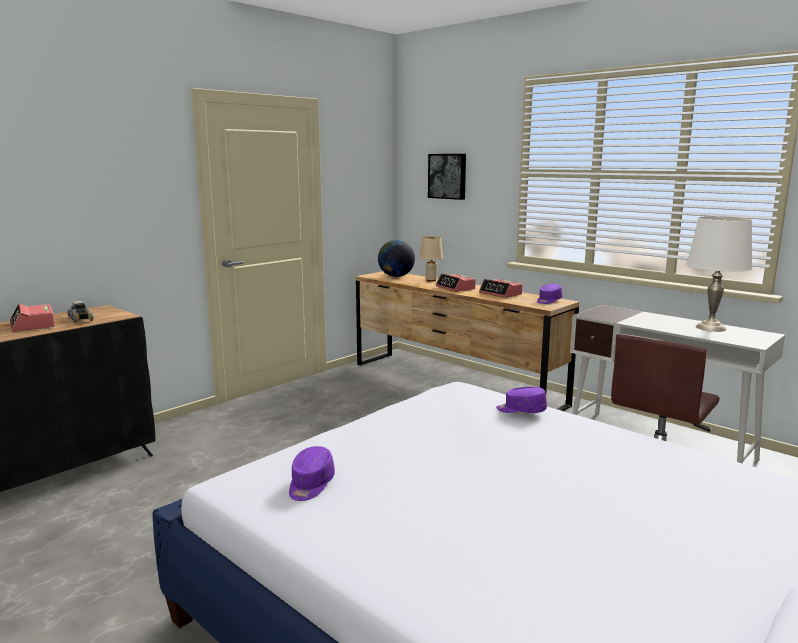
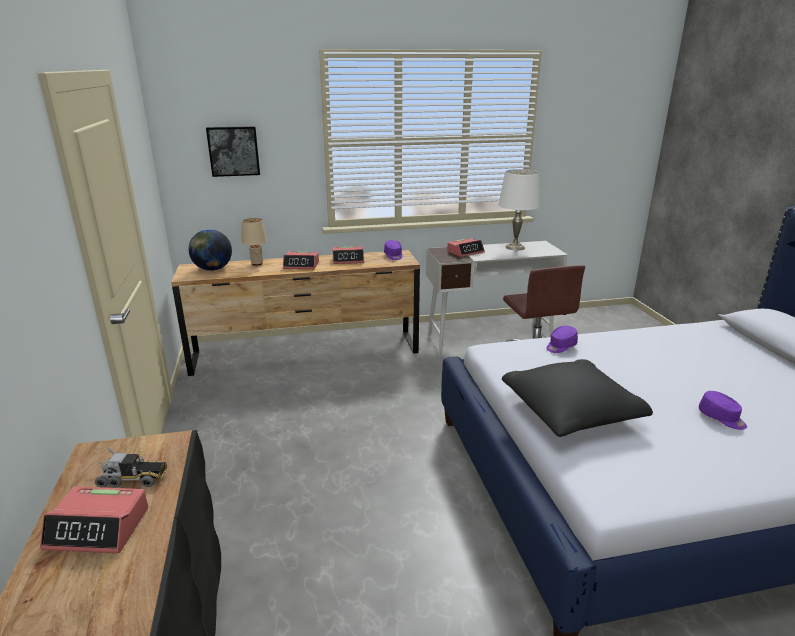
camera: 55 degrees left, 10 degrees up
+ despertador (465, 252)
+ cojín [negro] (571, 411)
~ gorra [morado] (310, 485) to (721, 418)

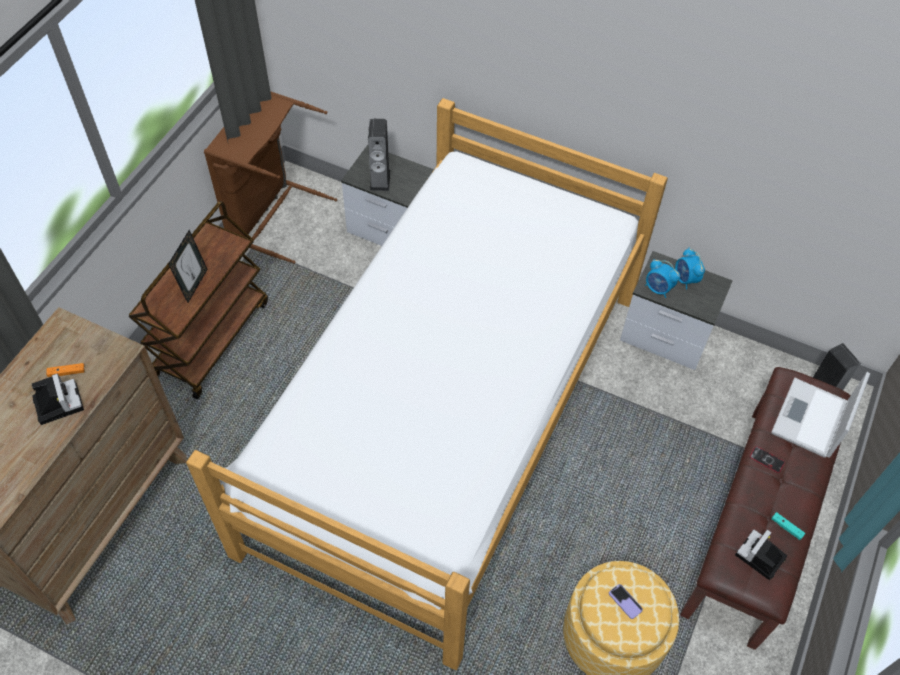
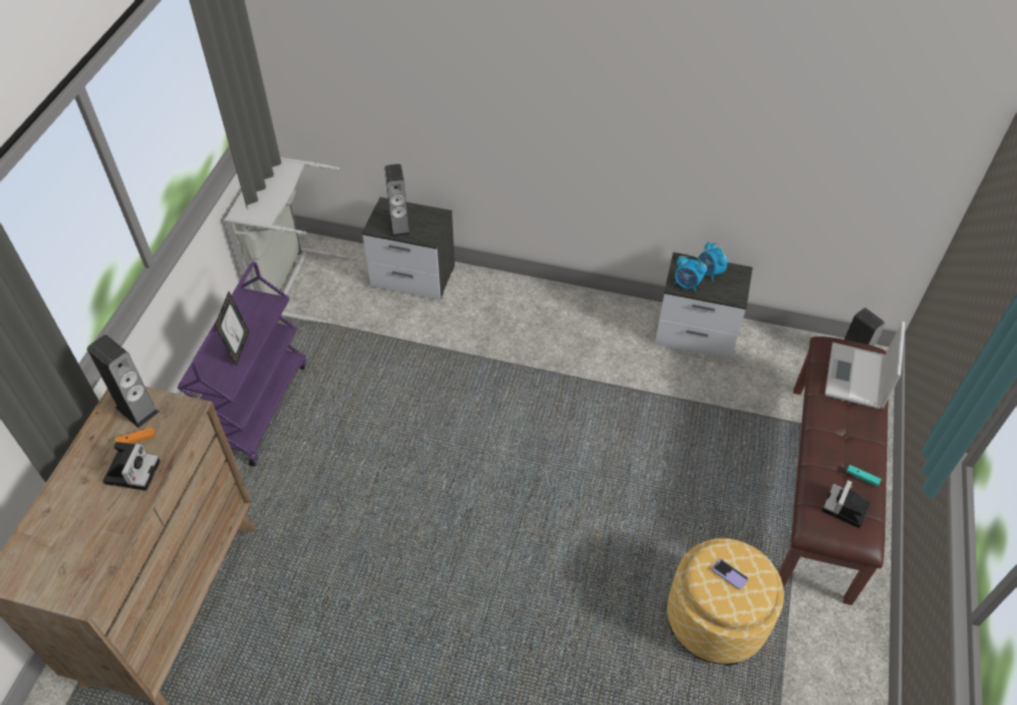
camera: 10 degrees left, 5 degrees down
- cama (449, 417)
- móvil (766, 460)
+ altavoz (137, 409)
~ carrito [marrón] (211, 338) to carrito [morado] (256, 406)
~ cesto de la ropa [marrón] (272, 216) to cesto de la ropa [gris] (293, 282)
~ cámara (57, 402) = (132, 470) 45 degrees clockwise

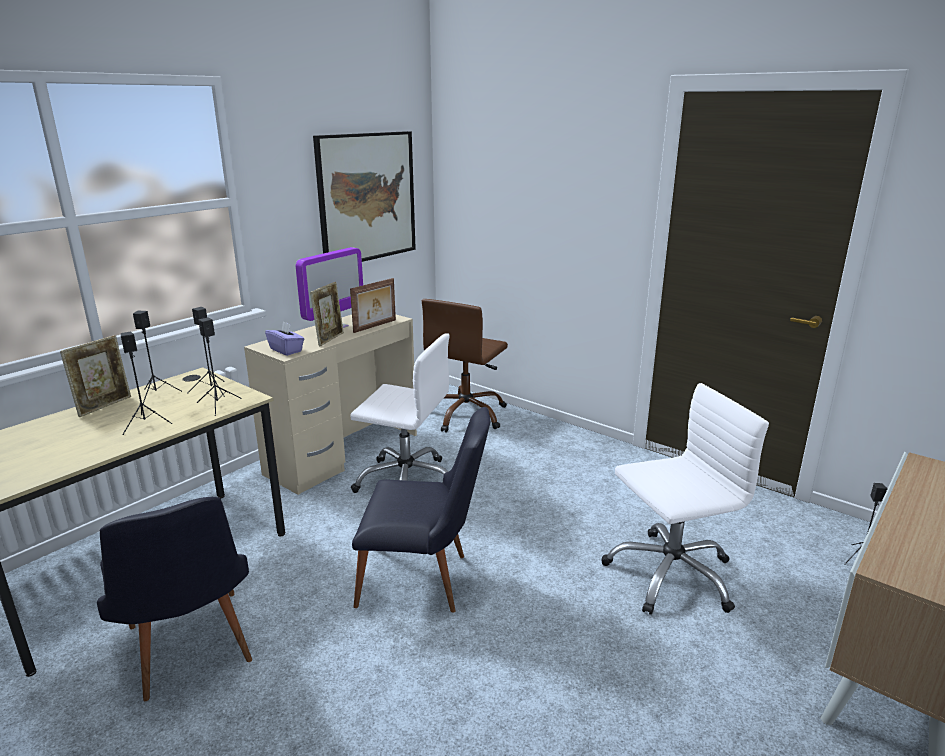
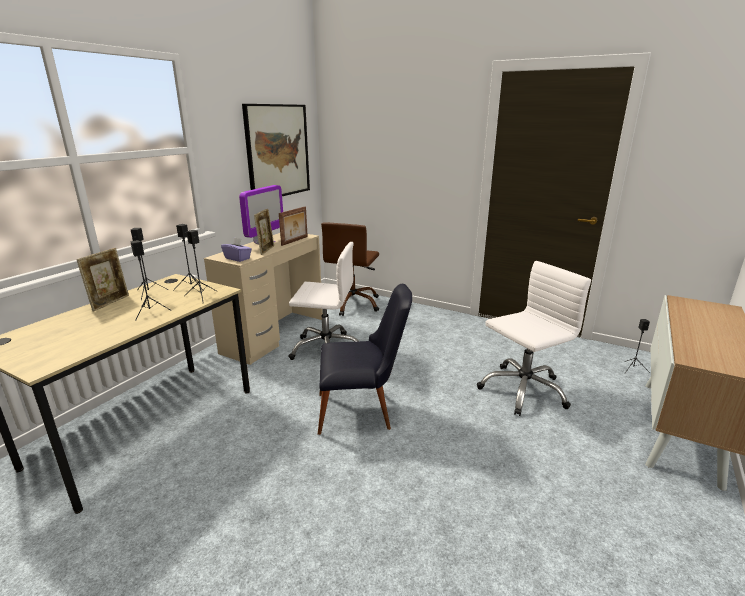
camera: 10 degrees left, 0 degrees up
- silla [negro] (191, 653)

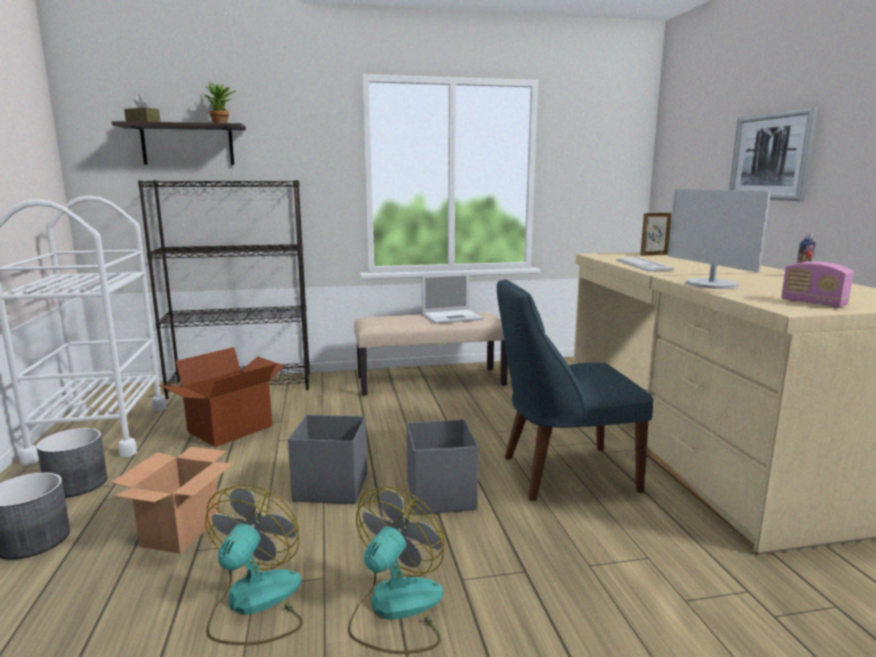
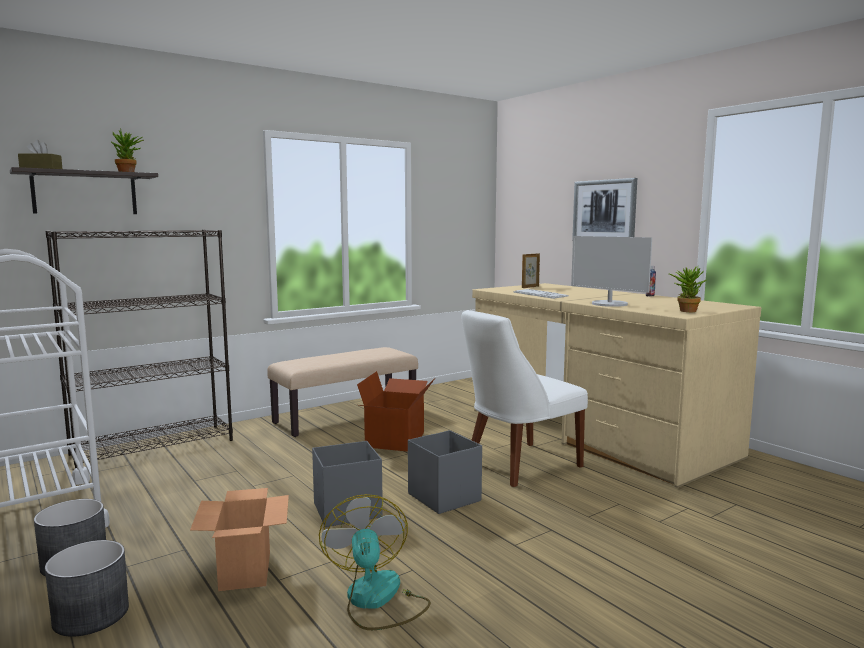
camera: 25 degrees left, 5 degrees down
- ventilador (395, 610)
- portátil (453, 317)
~ caja de cartón (231, 429) to (396, 440)
~ radio (813, 303) to planta en maceta (685, 310)
~ silla [azul] (562, 473) to silla [blanco] (518, 465)

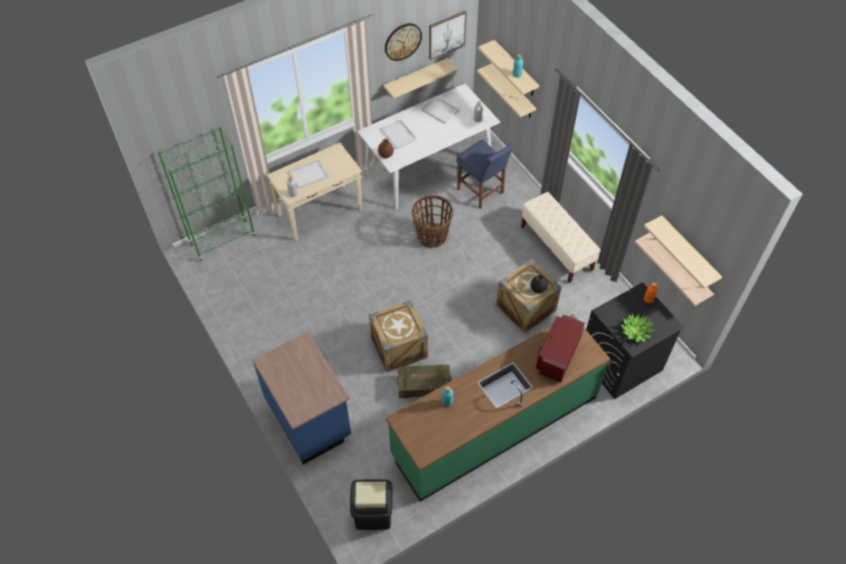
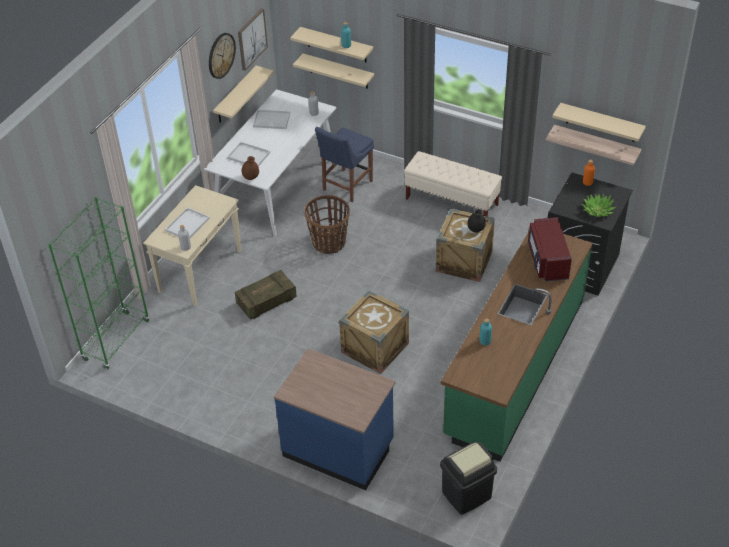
camera: 30 degrees left, 10 degrees down
~ caja de embalaje (424, 385) to (266, 301)
~ silla [azul] (481, 192) = (346, 186) 105 degrees clockwise

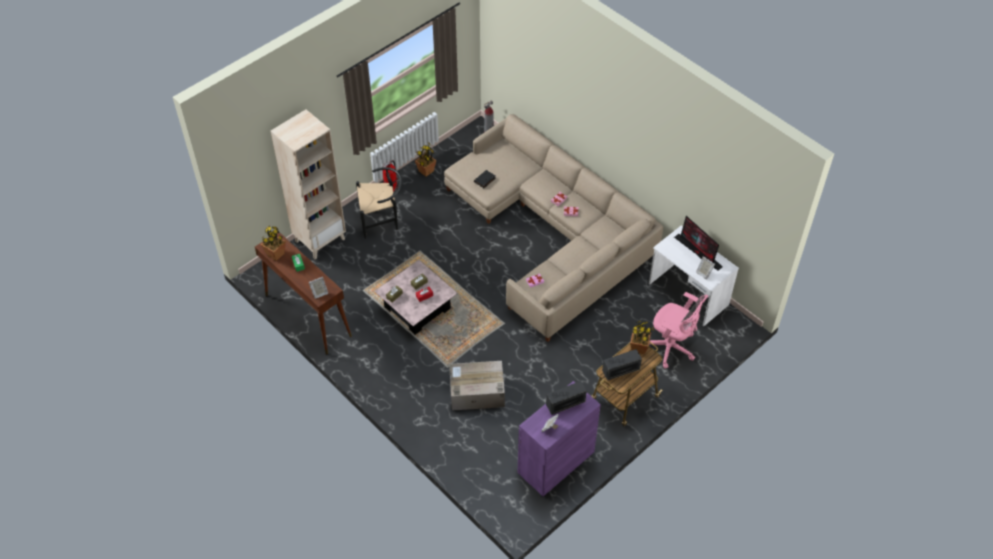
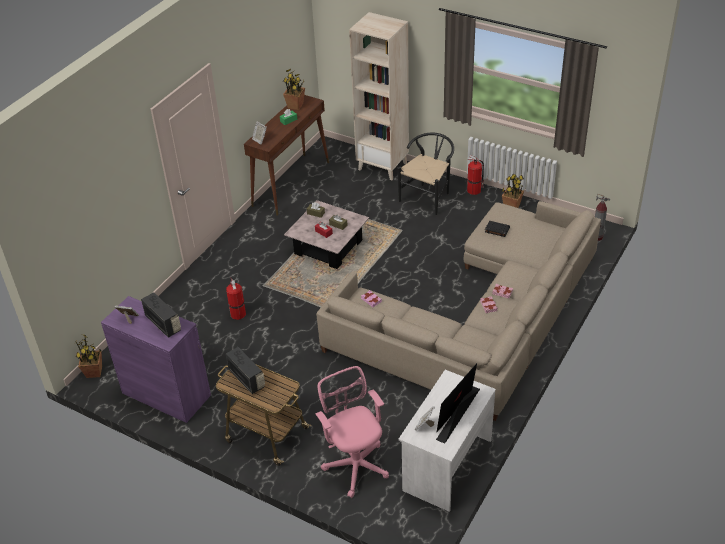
camera: 75 degrees right, 10 degrees down
~ planta en maceta (639, 348) to (94, 372)
~ caja de cartón (476, 392) to extintor (238, 313)
~ silla [negro] (382, 220) = (428, 196) 120 degrees counterclockwise
~ silla de oficina [rosa] (671, 348) = (355, 463) 135 degrees clockwise

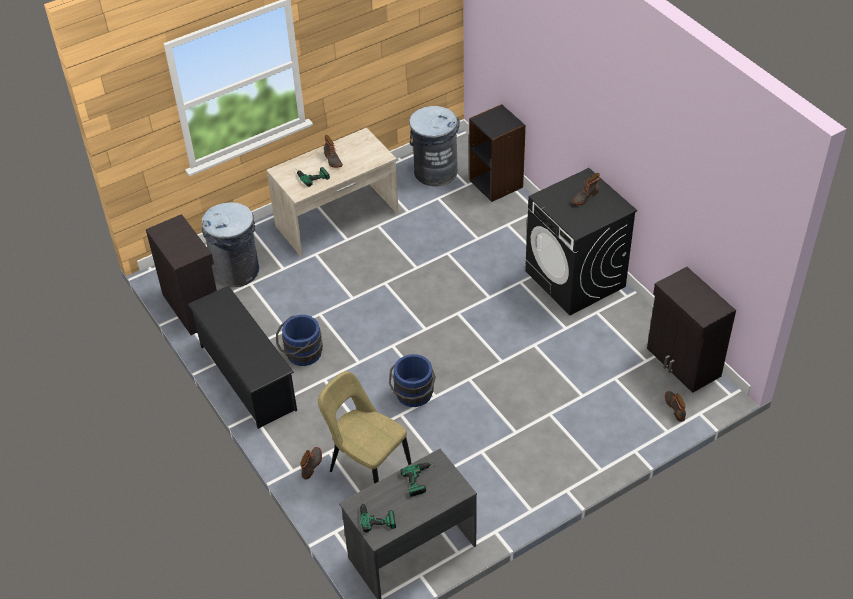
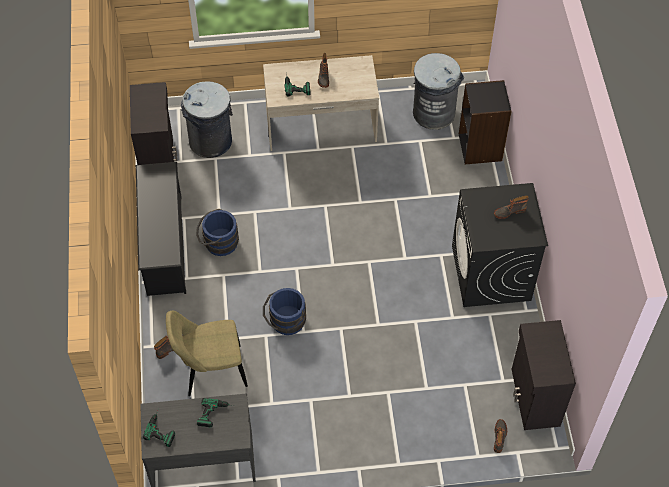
camera: 25 degrees right, 10 degrees up
~ silla [beis] (367, 468) = (211, 371) 75 degrees counterclockwise

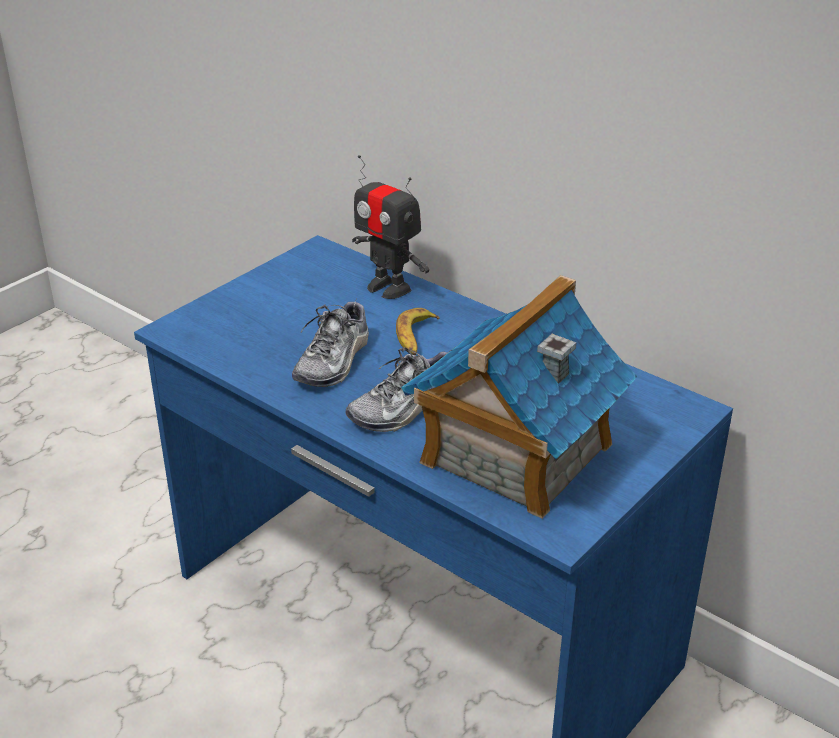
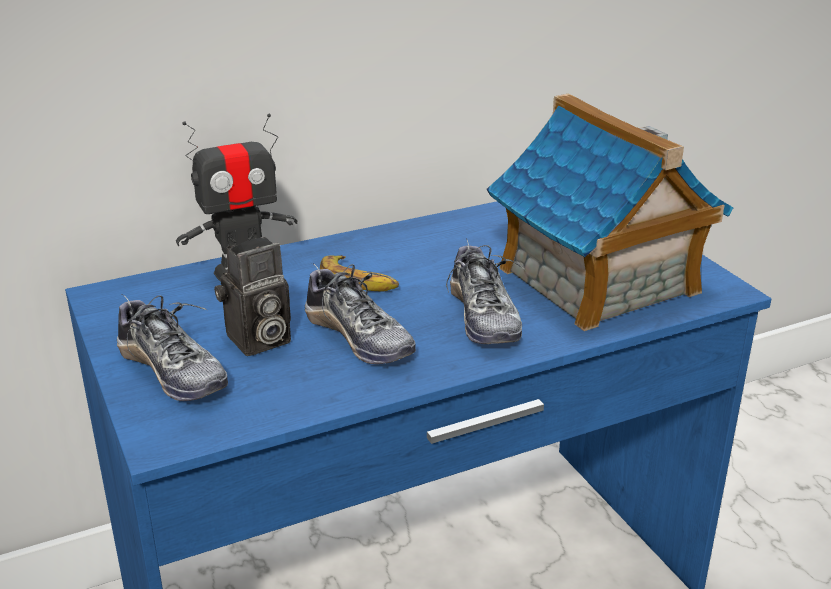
camera: 65 degrees left, 5 degrees down
+ zapato (172, 371)
+ cámara (257, 341)

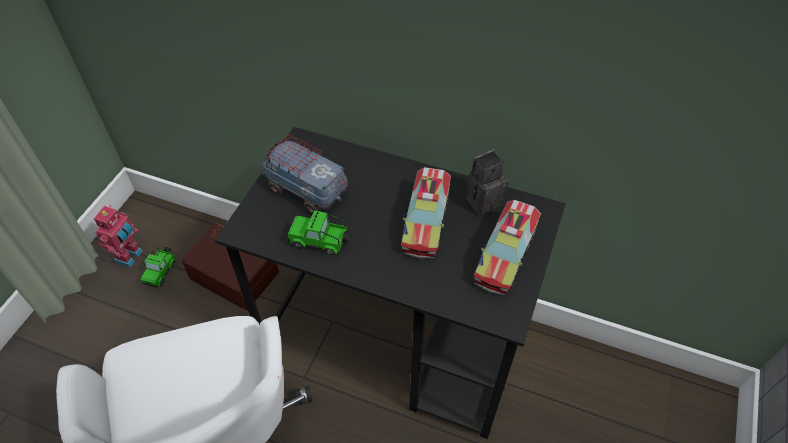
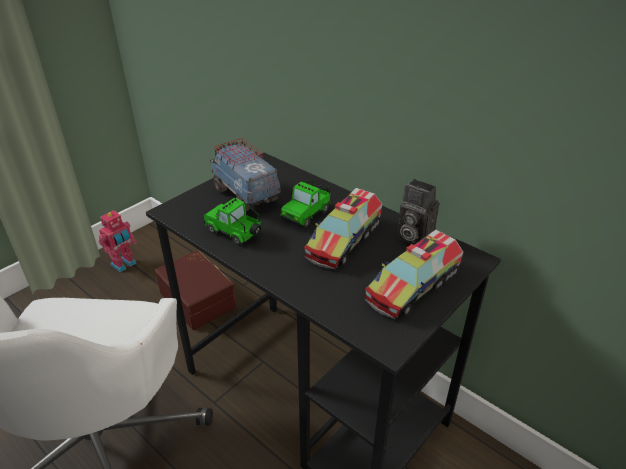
camera: 20 degrees right, 15 degrees down
~ coche de juguete (161, 271) to (307, 214)
~ cámara (484, 199) = (412, 237) 135 degrees counterclockwise

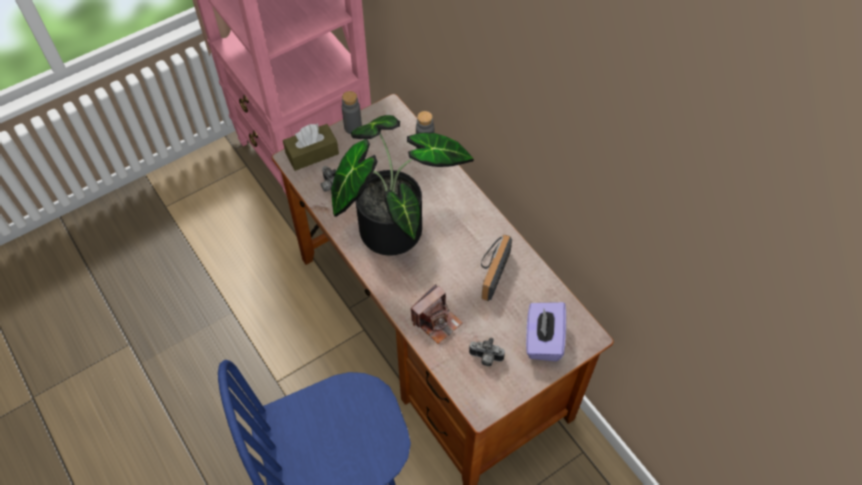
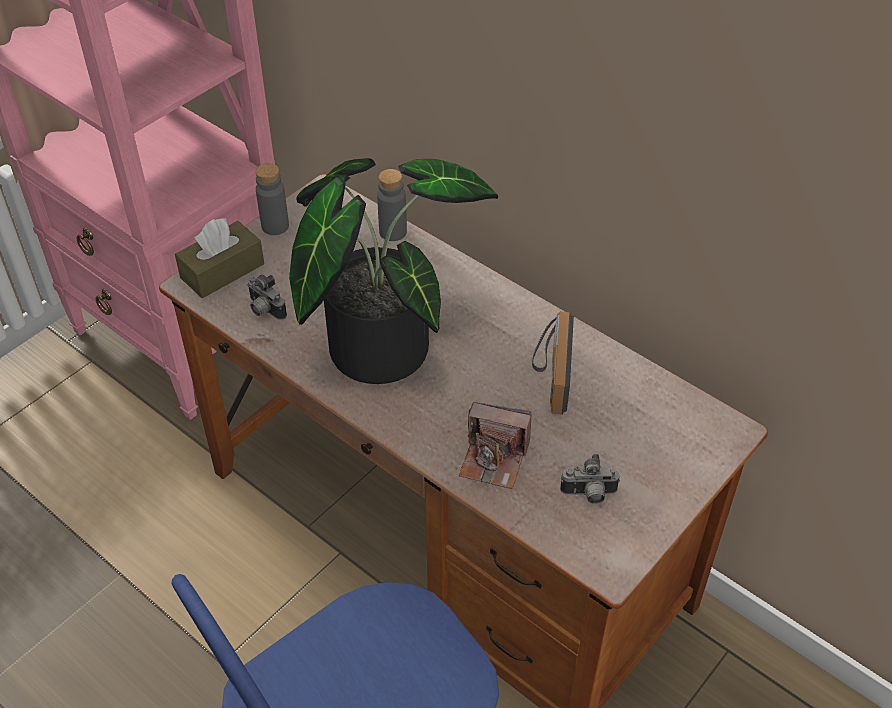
camera: 15 degrees left, 10 degrees down
- caja de pañuelos [morado] (543, 340)
~ cámara (436, 321) = (494, 459) 75 degrees clockwise

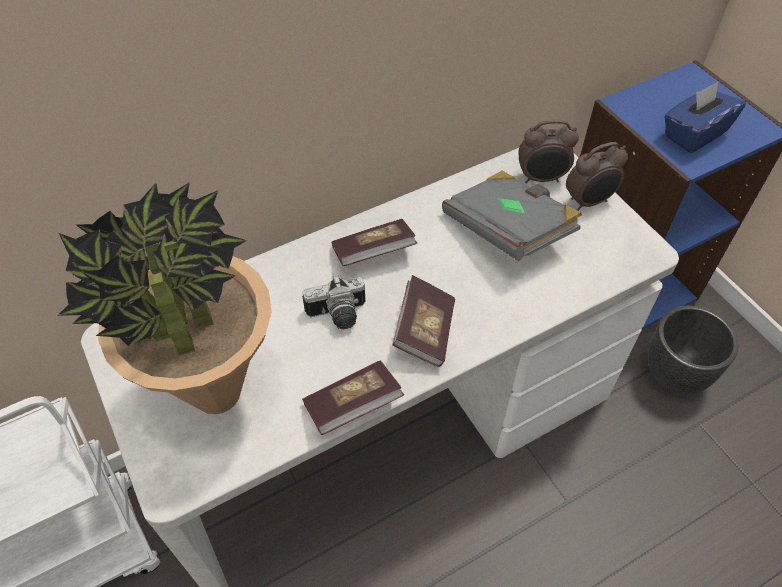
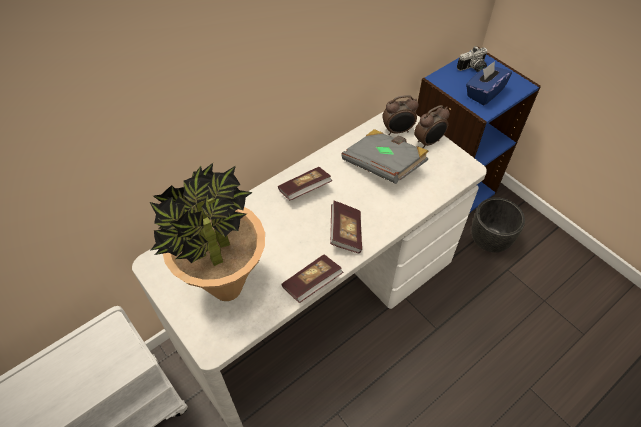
camera: 10 degrees left, 0 degrees up
~ cámara (338, 316) to (473, 69)

